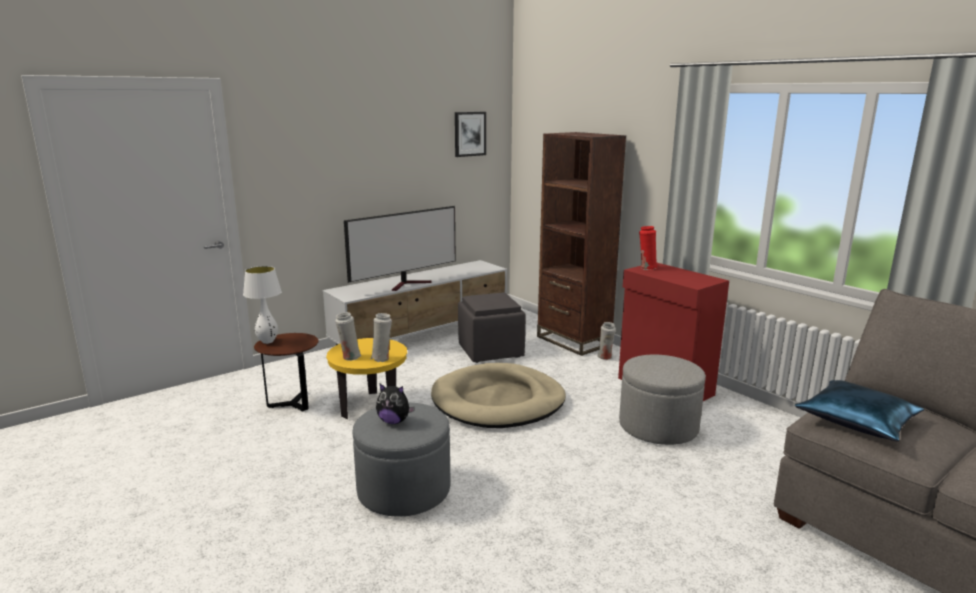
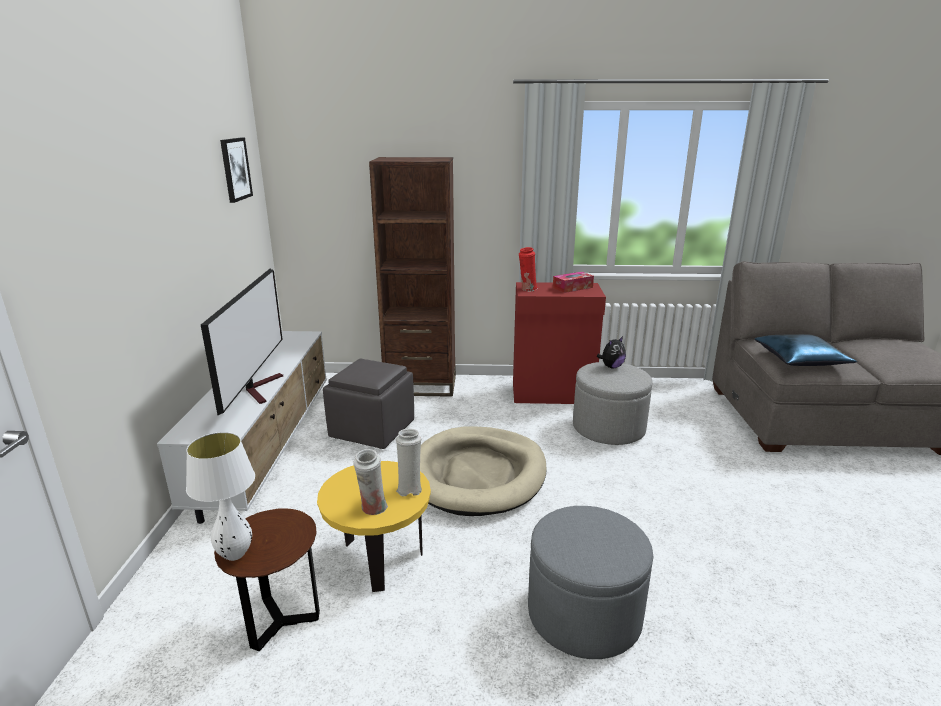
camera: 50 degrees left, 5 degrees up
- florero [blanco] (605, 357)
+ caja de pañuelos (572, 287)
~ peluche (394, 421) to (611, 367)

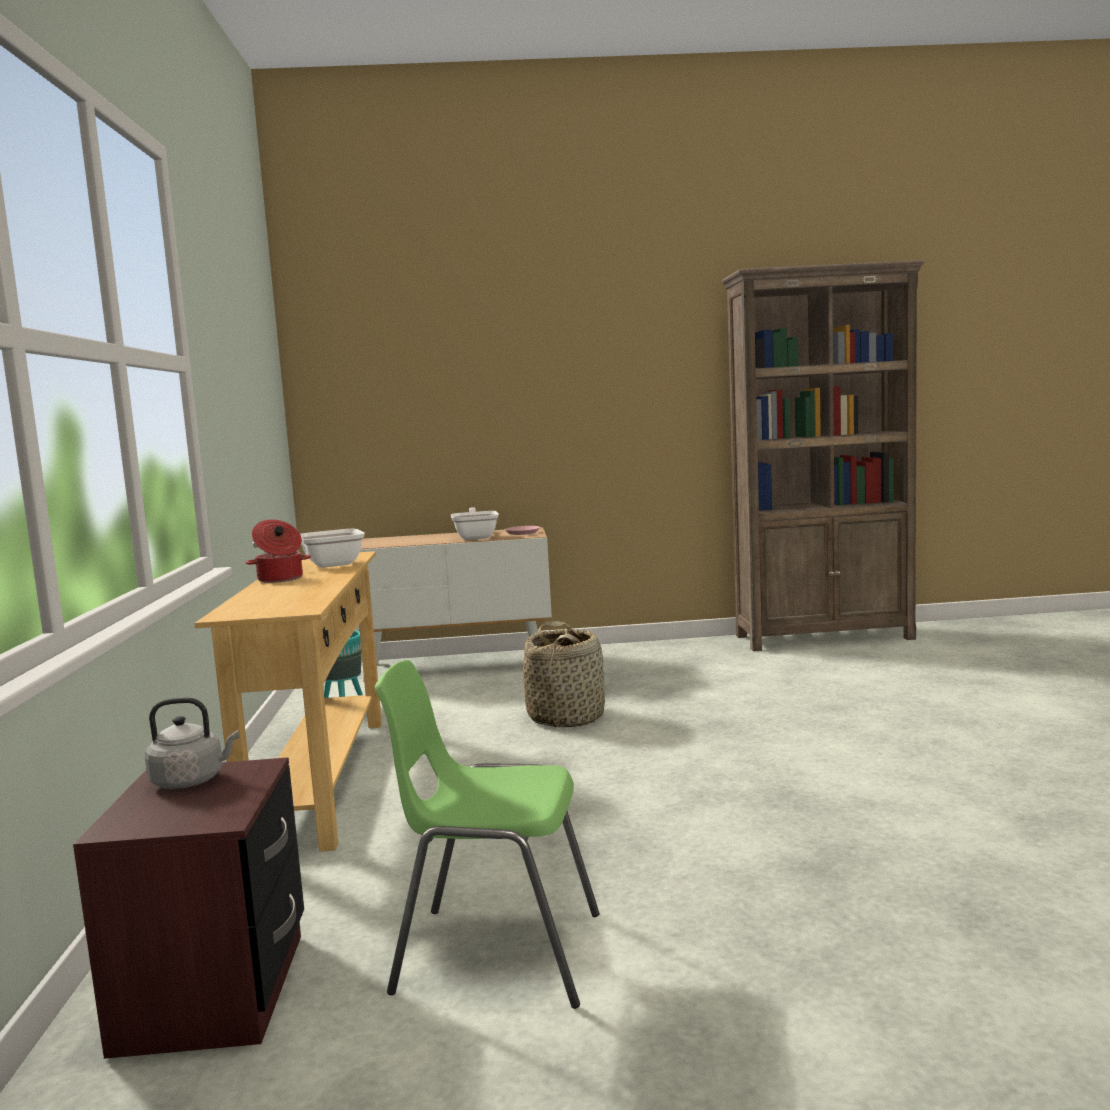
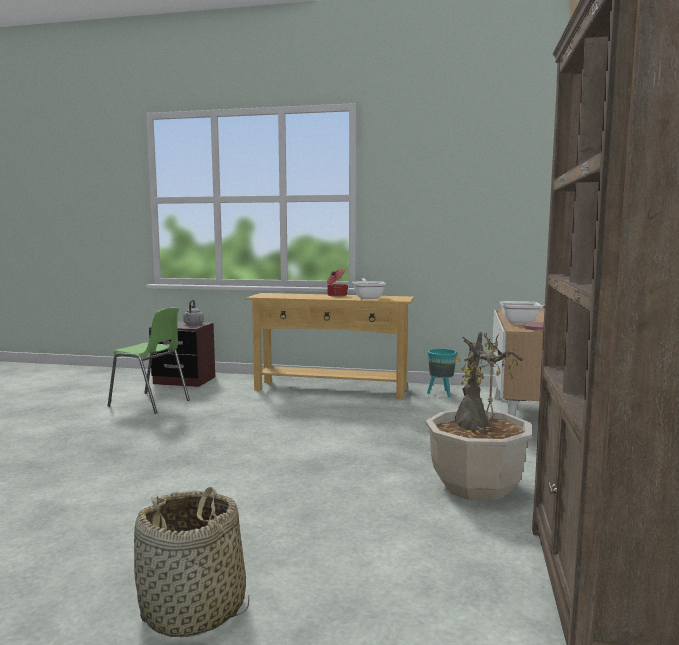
camera: 105 degrees right, 0 degrees up
+ planta en maceta (477, 487)
~ cesta (566, 717) to (194, 610)
~ silla [verde] (496, 953) = (150, 403) 90 degrees clockwise

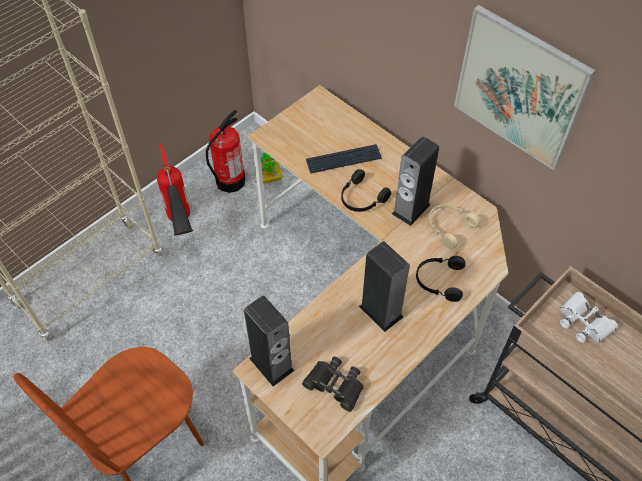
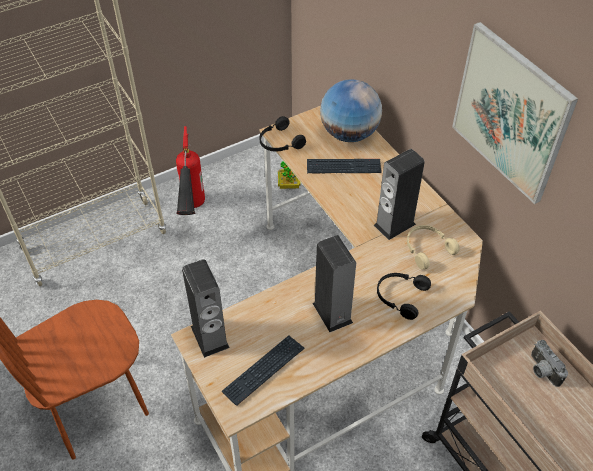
camera: 15 degrees right, 5 degrees down
- extintor (230, 181)
+ globo terráqueo (349, 134)
~ auriculares [negro] (361, 198) to (279, 142)
~ prismáticos [negro] (335, 385) to teclado (264, 370)
~ prismáticos [blanco] (584, 322) to cámara (541, 371)

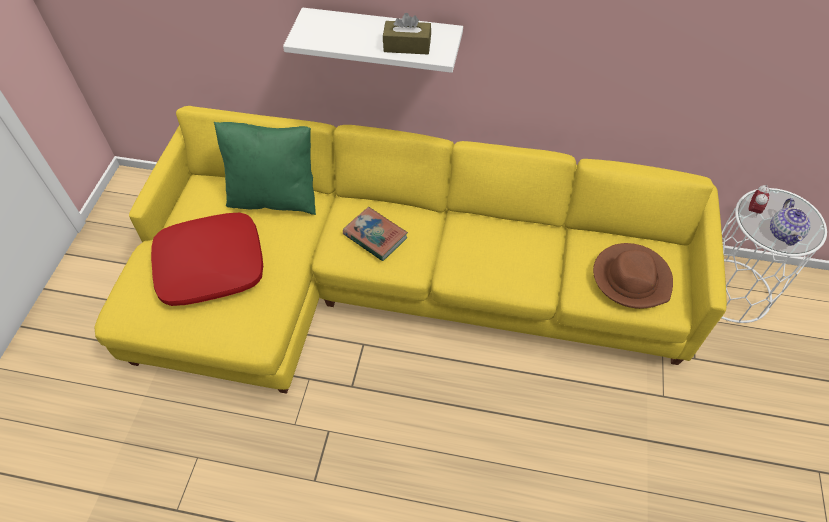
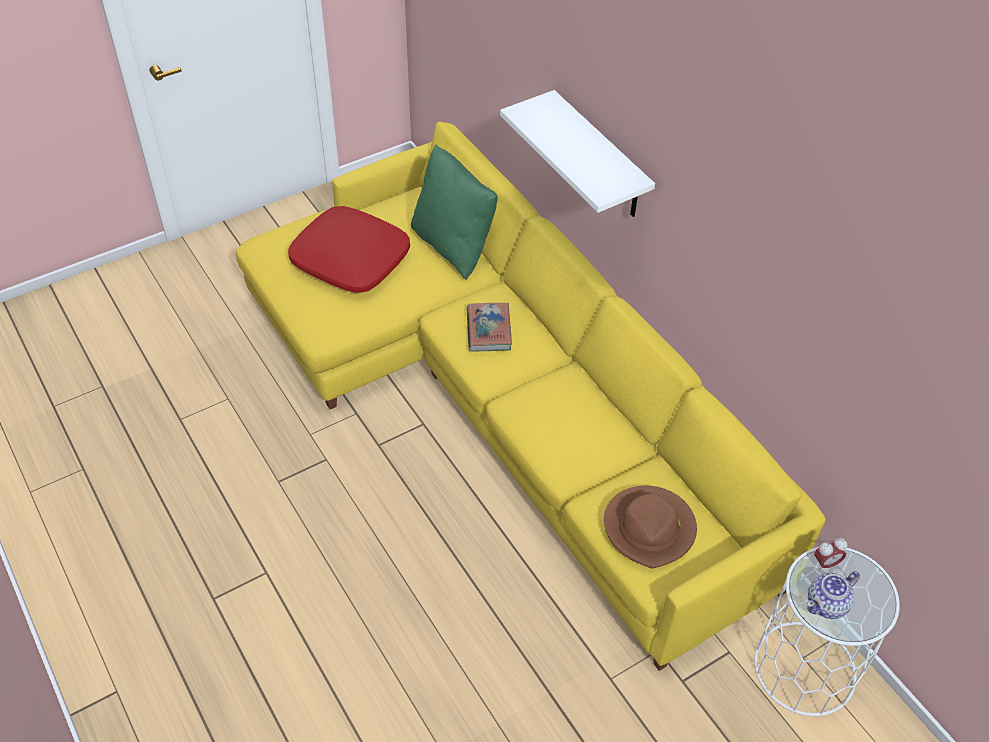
camera: 45 degrees right, 5 degrees down
- caja de pañuelos [marrón] (407, 46)

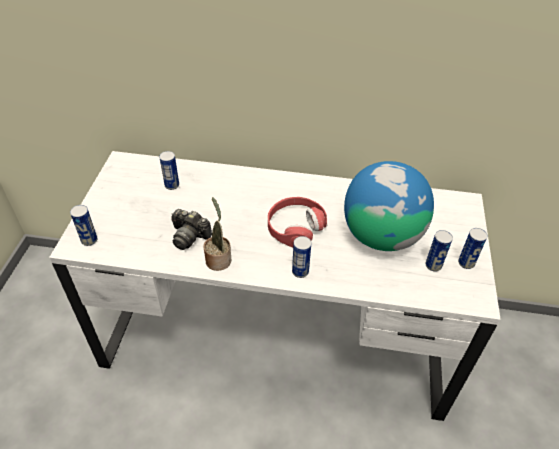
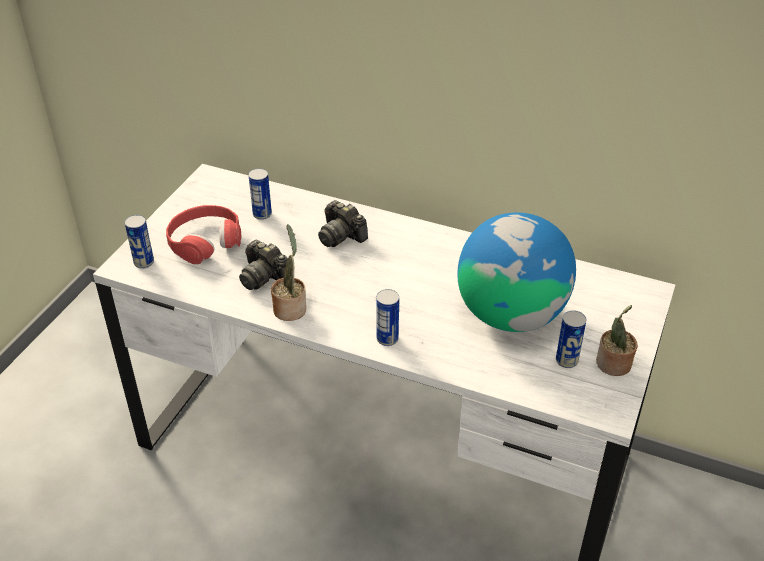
camera: 15 degrees right, 5 degrees down
+ cámara (341, 235)
~ auriculares [rojo] (295, 227) to (205, 241)
~ lata (466, 263) to planta en maceta (613, 365)

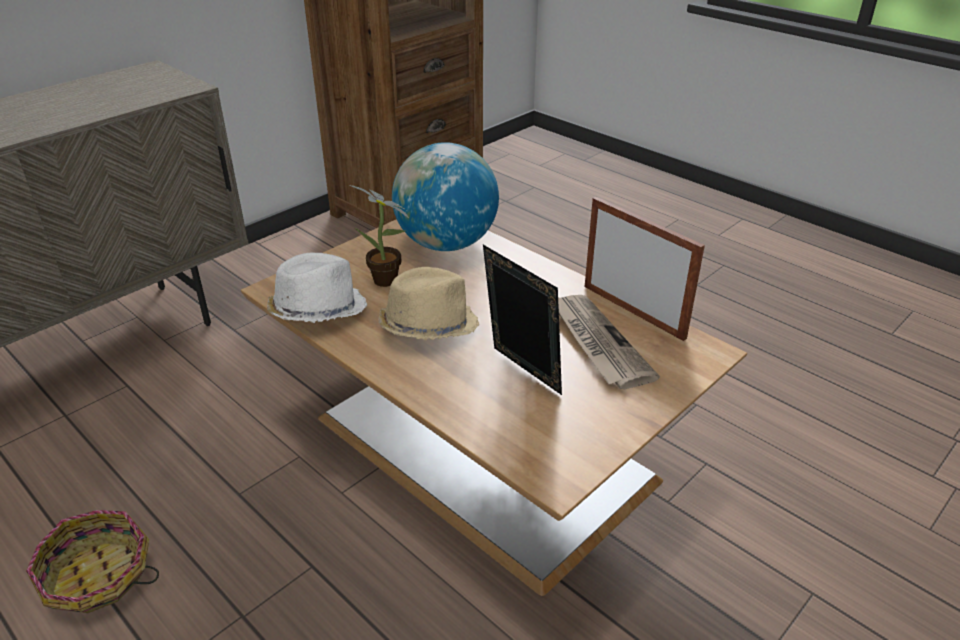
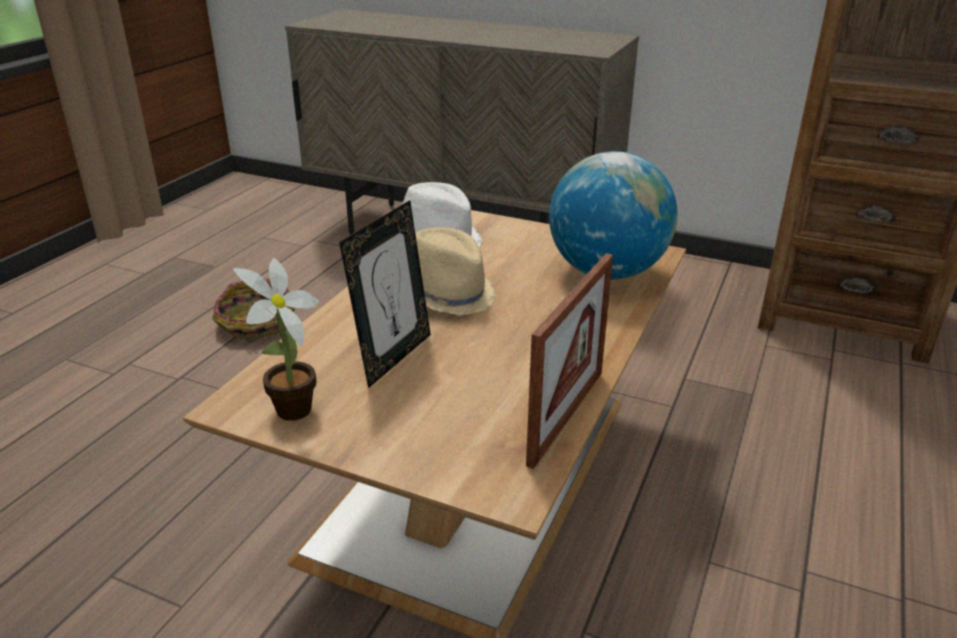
camera: 70 degrees right, 5 degrees down
- periódico (597, 342)
~ planta en maceta (388, 282) to (289, 413)

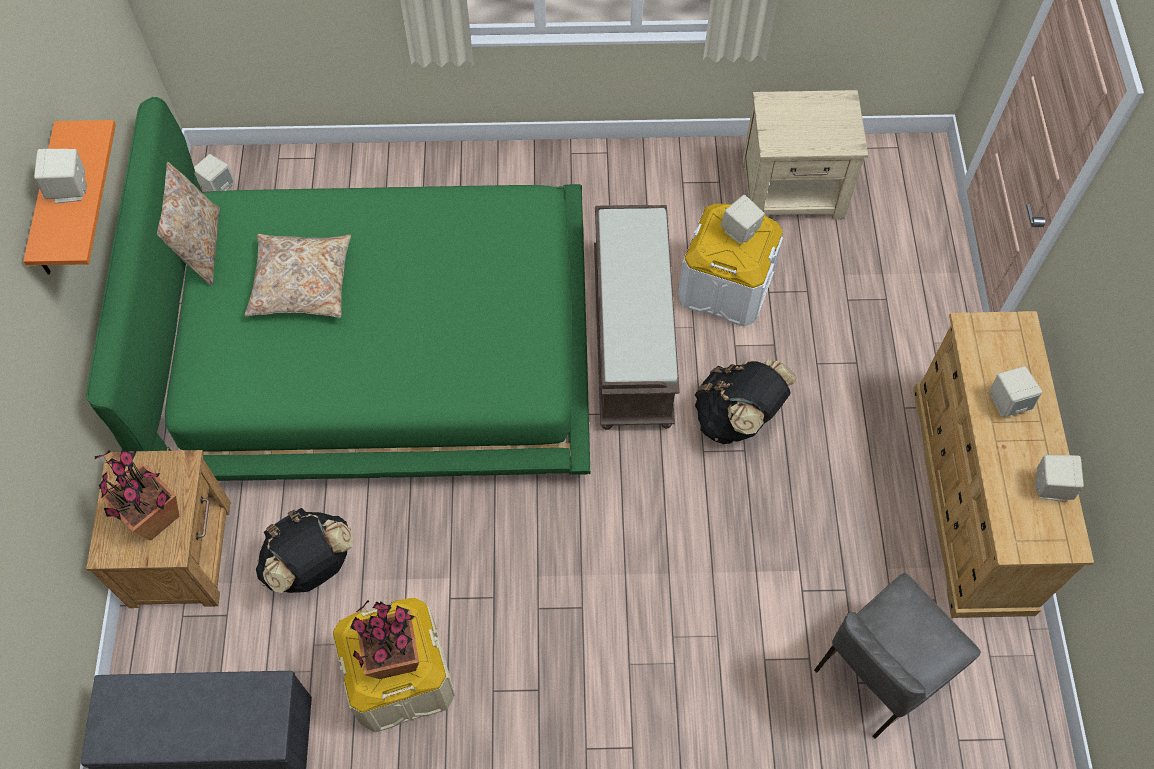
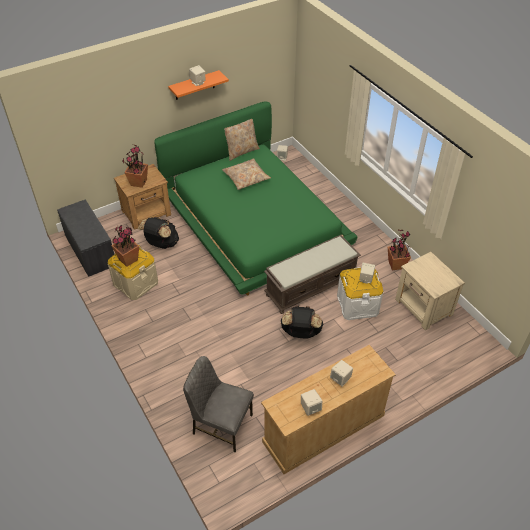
camera: 60 degrees right, 15 degrees down
+ planta en maceta (396, 265)

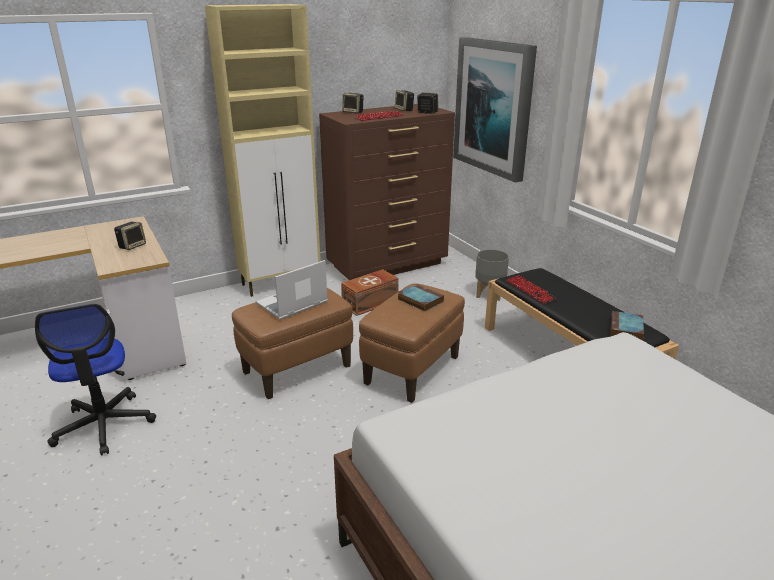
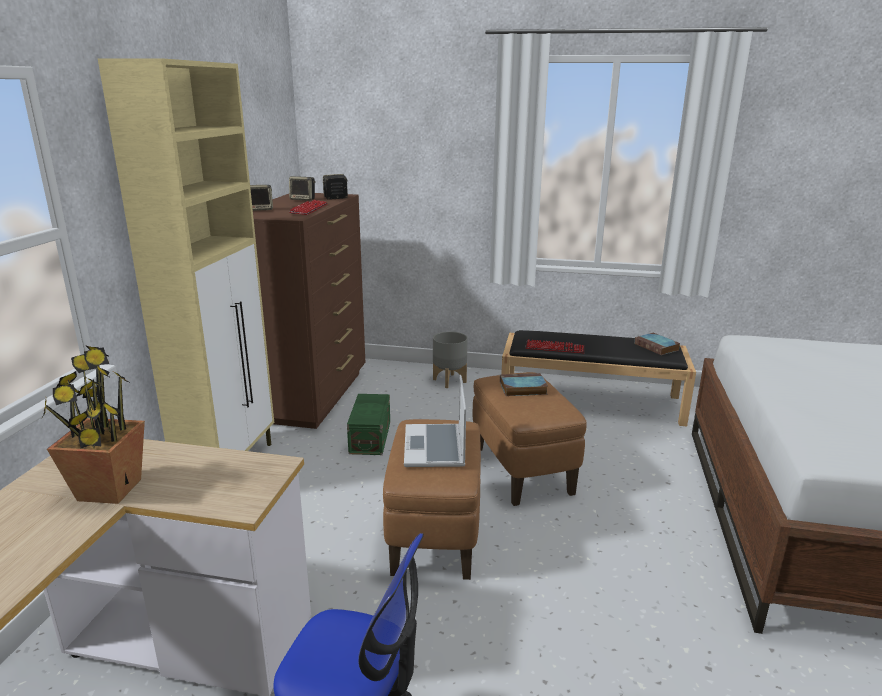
camera: 50 degrees left, 5 degrees down
- altavoz (132, 246)
- cuadro (494, 107)
+ planta en maceta (109, 490)
~ caja de almacenaje [marrón] (371, 303) to caja de almacenaje [verde] (371, 437)

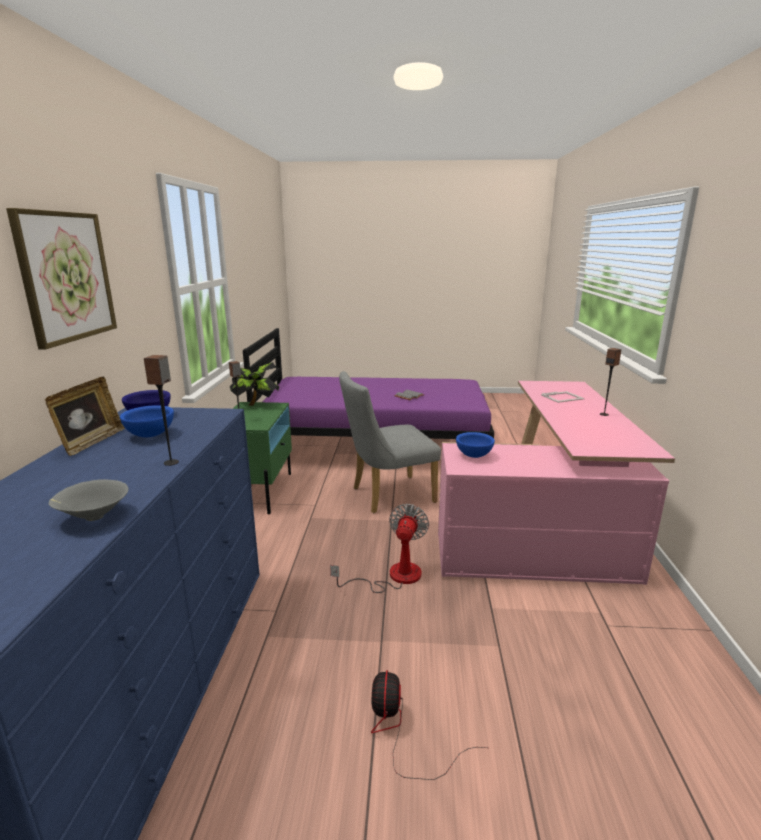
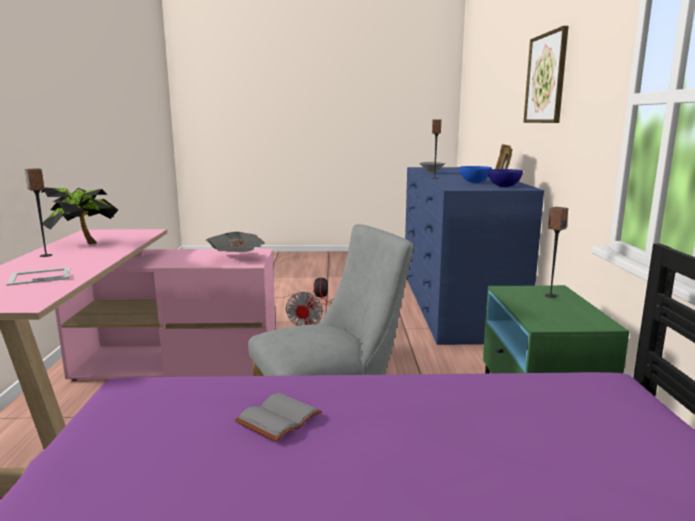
camera: 175 degrees right, 5 degrees down
~ planta en maceta (257, 405) to (84, 243)
~ cuenco [azul] (474, 456) to periódico (237, 258)

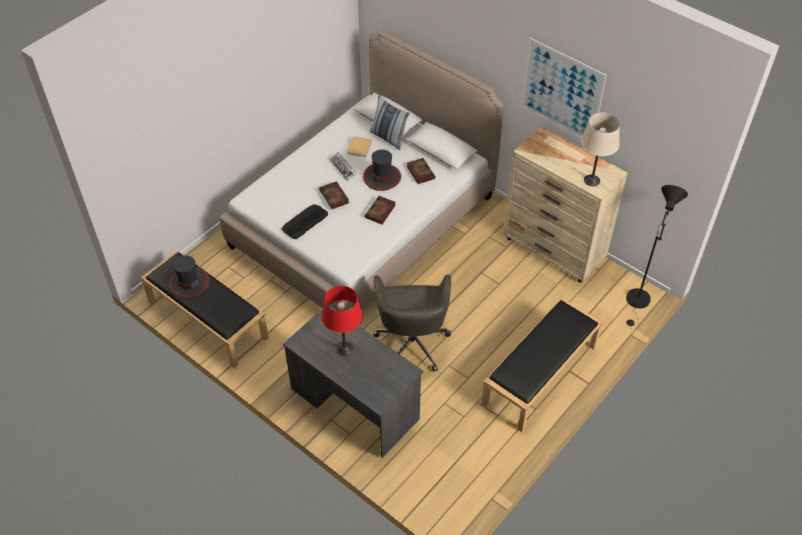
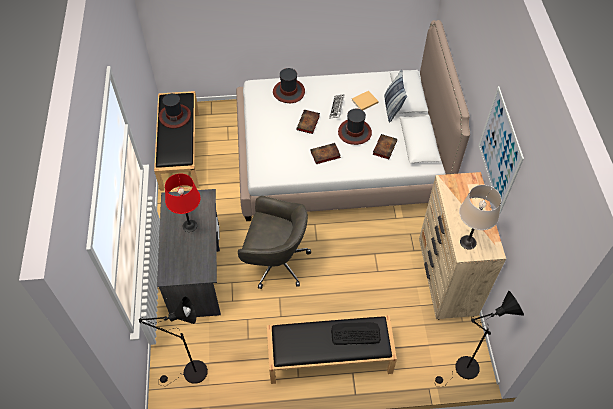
camera: 45 degrees right, 5 degrees up
+ lámpara de pie [negro] (190, 374)
+ sombrero (289, 92)
~ teclado (304, 222) to (355, 334)
~ silla de oficina [gris] (412, 341) = (275, 262) 120 degrees counterclockwise

